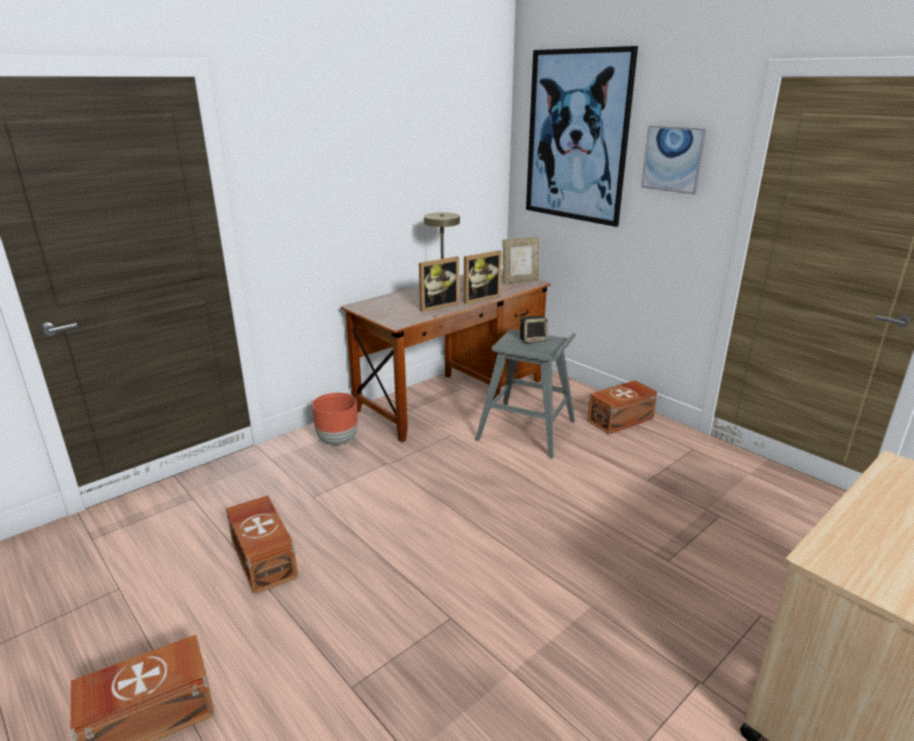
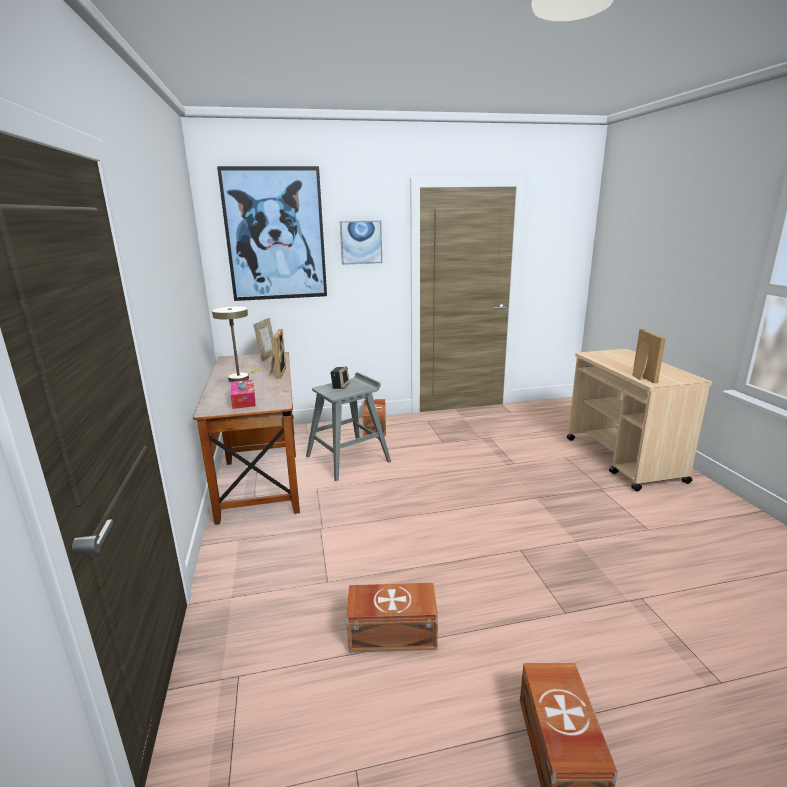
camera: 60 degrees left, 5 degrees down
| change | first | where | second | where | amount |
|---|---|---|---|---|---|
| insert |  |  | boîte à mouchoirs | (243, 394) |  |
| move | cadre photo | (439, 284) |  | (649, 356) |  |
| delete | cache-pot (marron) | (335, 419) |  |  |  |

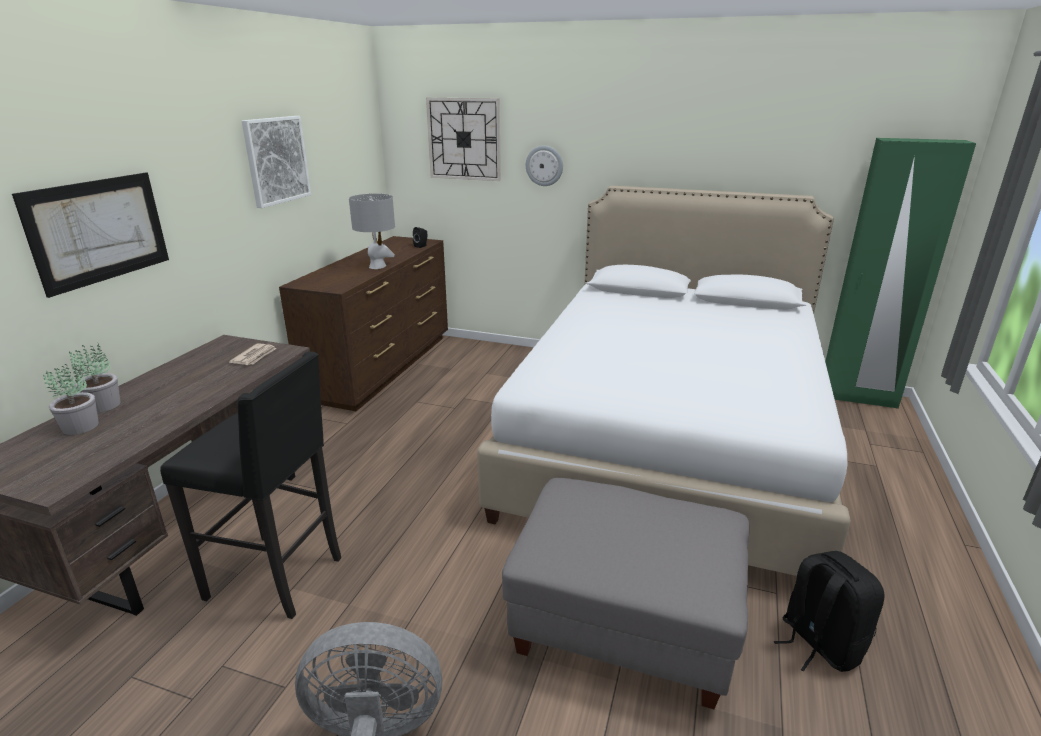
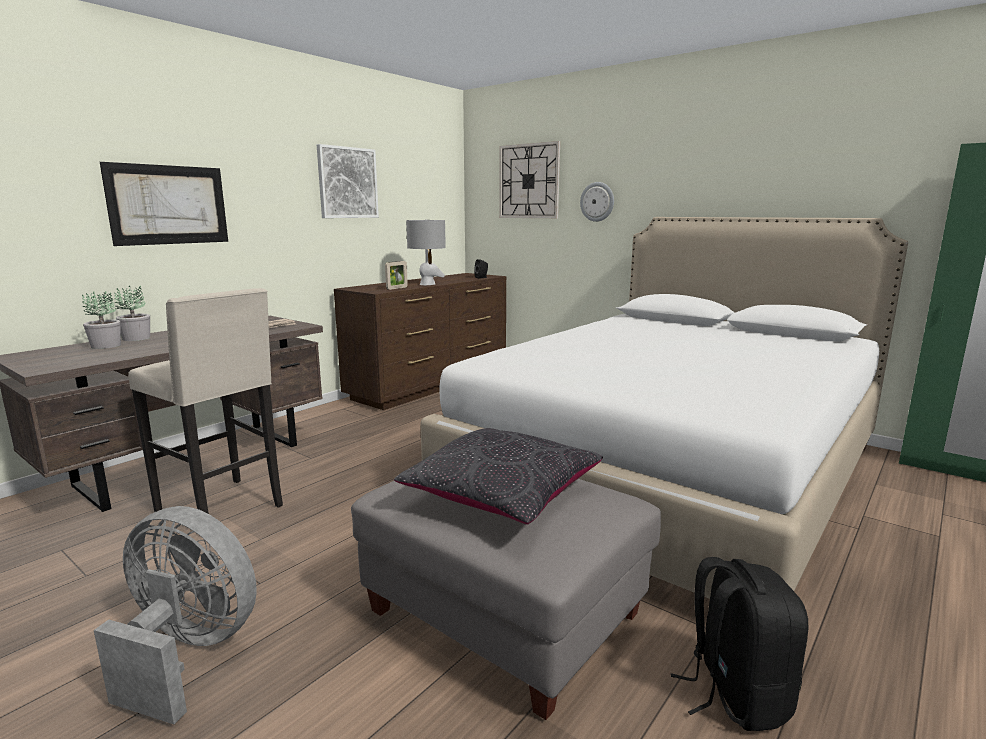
camera: 20 degrees right, 10 degrees down
| change | first | where | second | where | amount |
|---|---|---|---|---|---|
| recolor | tabouret (noir) | (250, 485) | tabouret (beige) | (205, 401) |  |
| insert |  |  | cadre photo | (396, 275) |  |
| insert |  |  | coussin (noir) | (498, 476) |  |

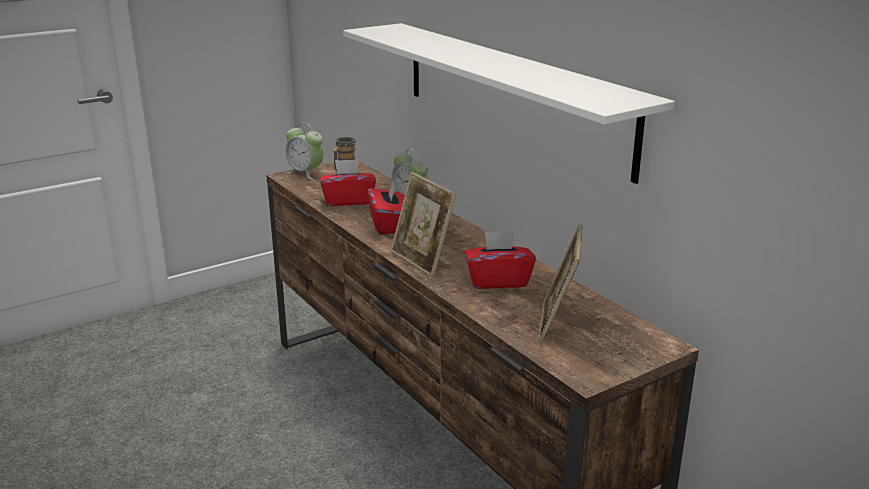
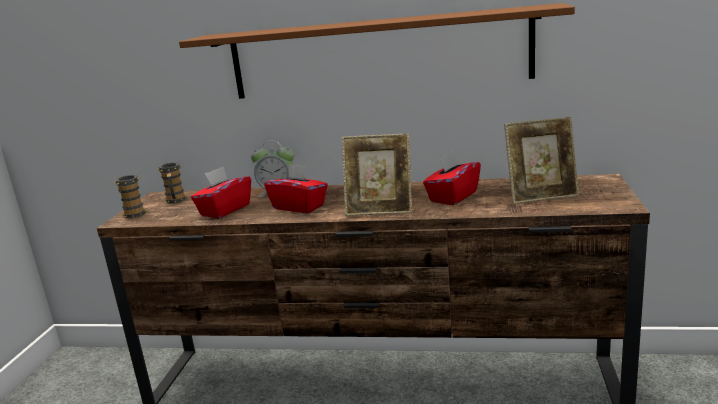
camera: 45 degrees left, 5 degrees down
| change | first | where | second | where | amount |
|---|---|---|---|---|---|
| replace | réveil | (304, 151) | mug | (130, 196) |  |
| recolor | étagère (blanc) | (509, 103) | étagère (marron) | (377, 51) |  |
| rotate | cadre photo | (559, 283) |  | (541, 160) | 60 degrees counterclockwise |

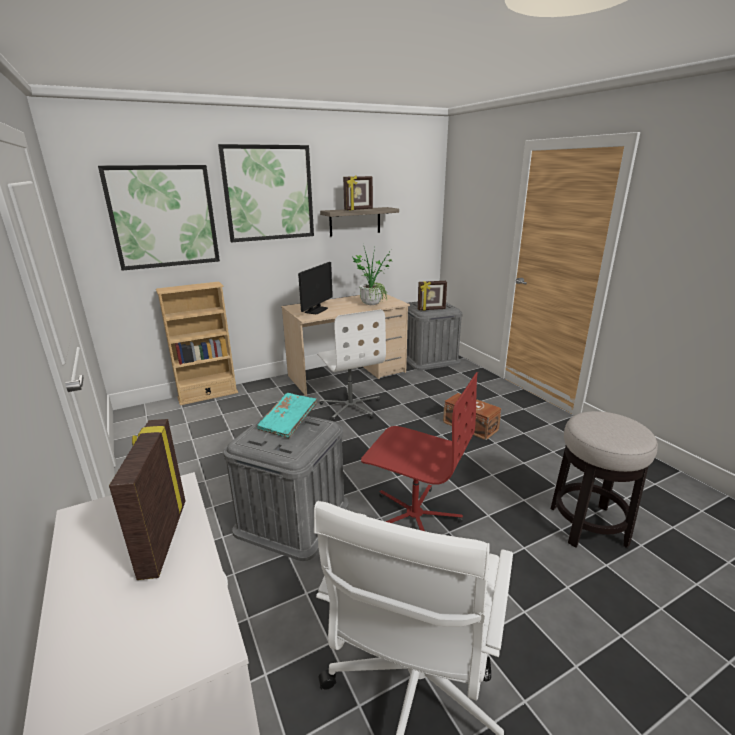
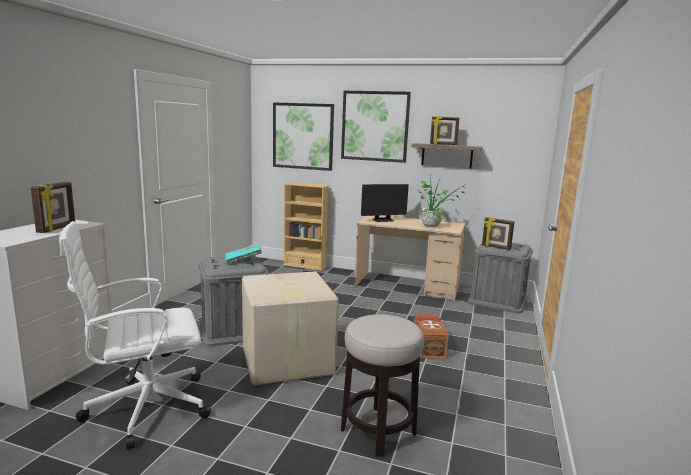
camera: 45 degrees right, 10 degrees down
| change | first | where | second | where | amount |
|---|---|---|---|---|---|
| rotate | cadre photo | (147, 499) |  | (53, 207) | 150 degrees clockwise |
| replace | chaise de bureau (rouge) | (419, 451) | carton | (290, 328) |  |
| delete | chaise de bureau (blanc) | (351, 365) |  |  |  |

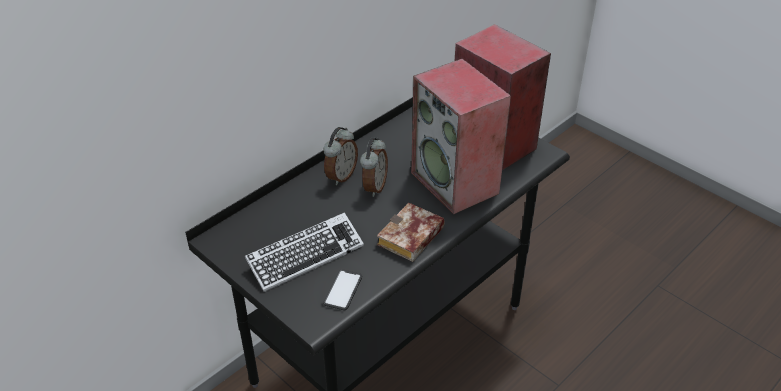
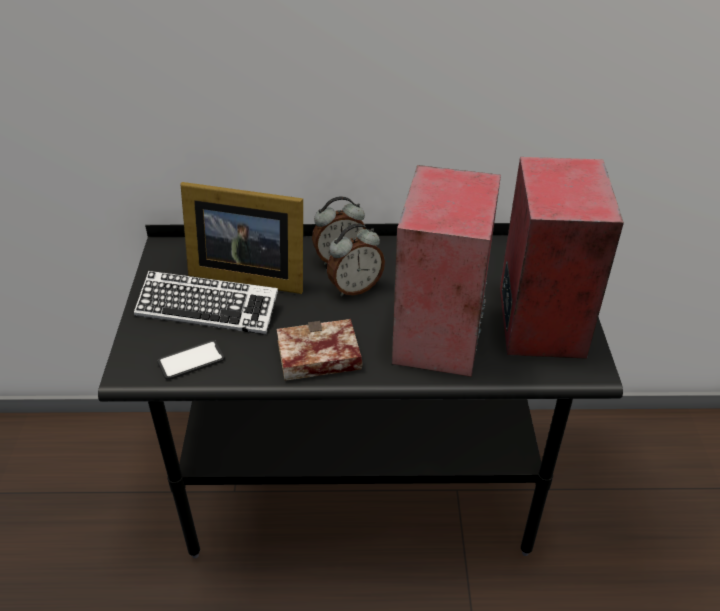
camera: 45 degrees right, 0 degrees up
| change | first | where | second | where | amount |
|---|---|---|---|---|---|
| insert |  |  | cadre photo | (241, 238) |  |

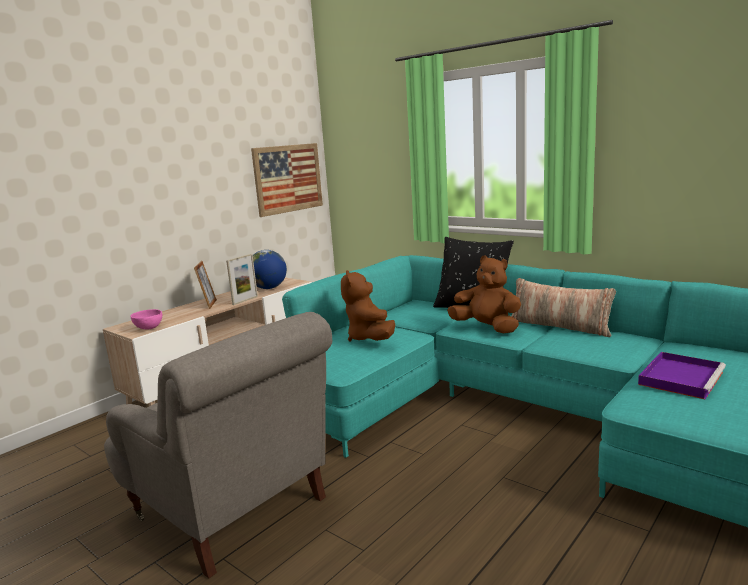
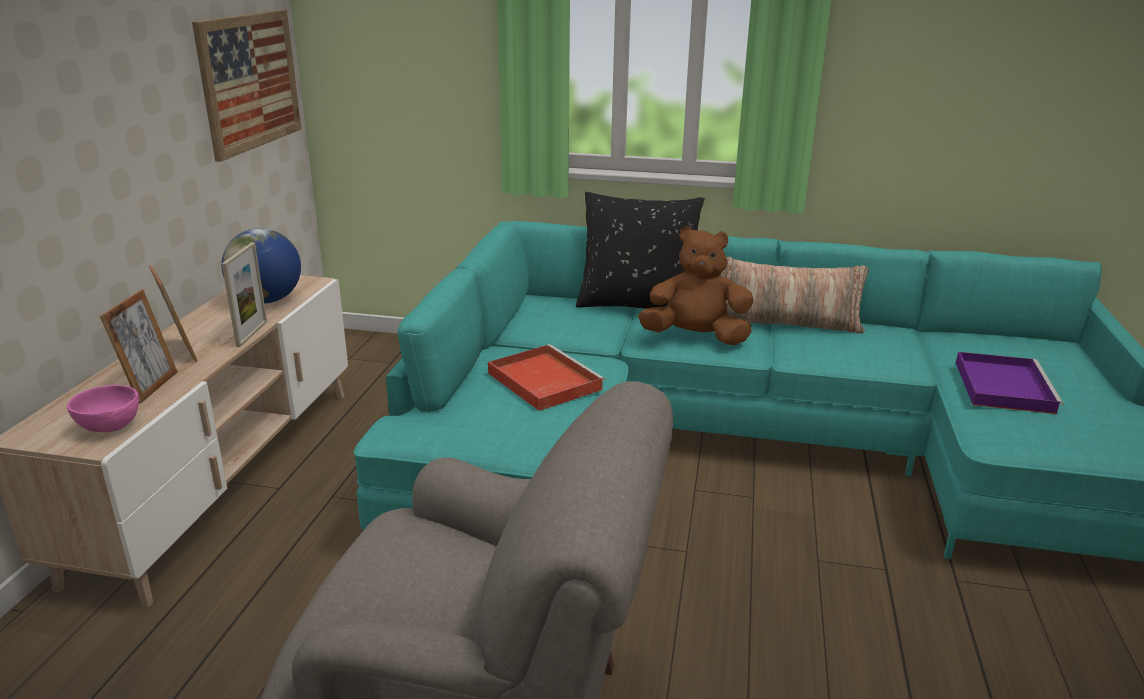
camera: 30 degrees left, 10 degrees up
| change | first | where | second | where | amount |
|---|---|---|---|---|---|
| insert |  |  | cadre photo | (138, 346) |  |
| replace | peluche (marron) | (368, 306) | plateau (rouge) | (546, 377) |  |

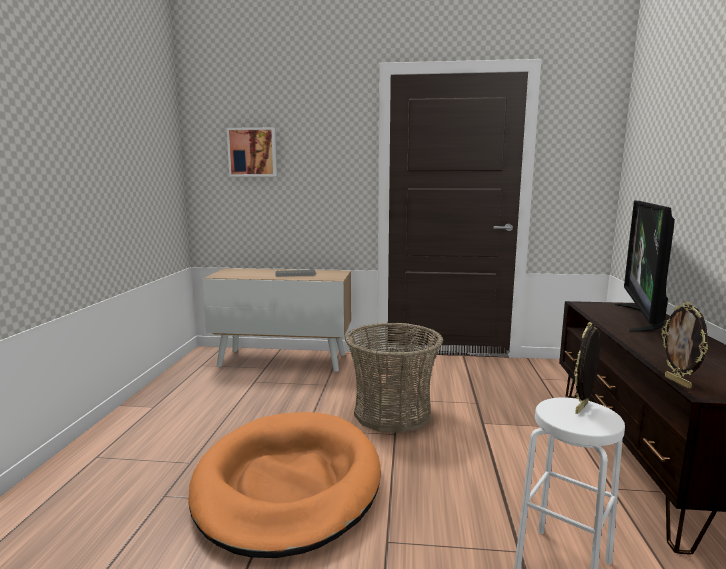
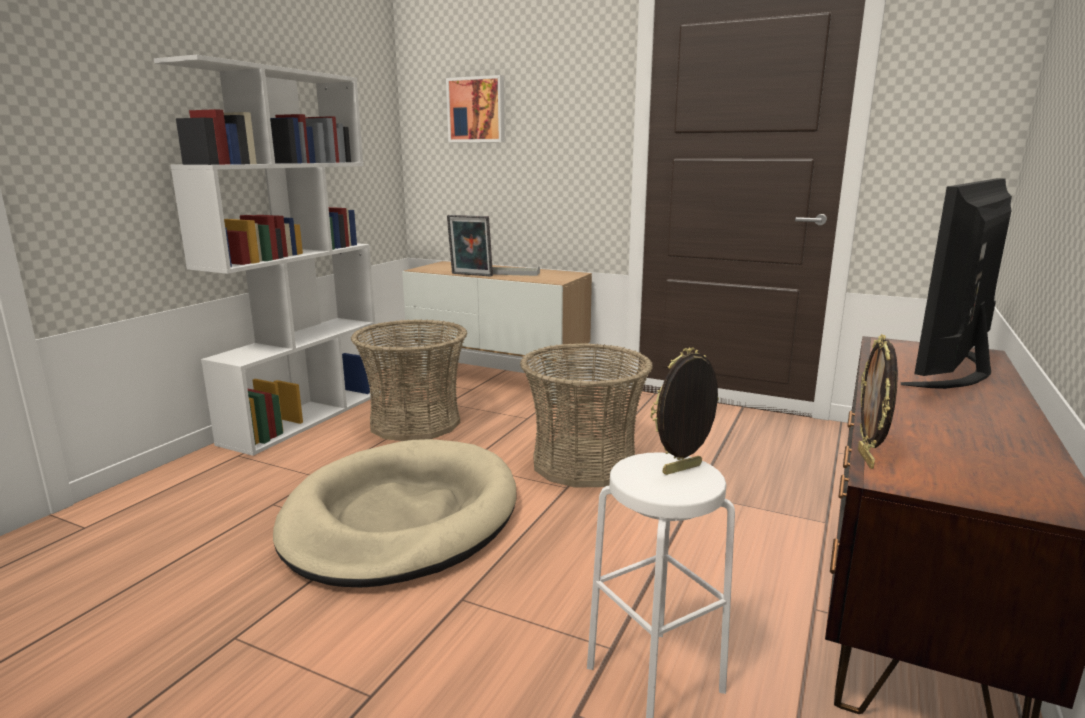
camera: 20 degrees right, 5 degrees up
| change | first | where | second | where | amount |
|---|---|---|---|---|---|
| insert |  |  | bibliothèque (blanc) | (267, 255) |  |
| recolor | panier pour chien (orange) | (284, 485) | panier pour chien (beige) | (395, 513) |  |
| insert |  |  | panier | (409, 380) |  |
| insert |  |  | cadre photo | (470, 245) |  |

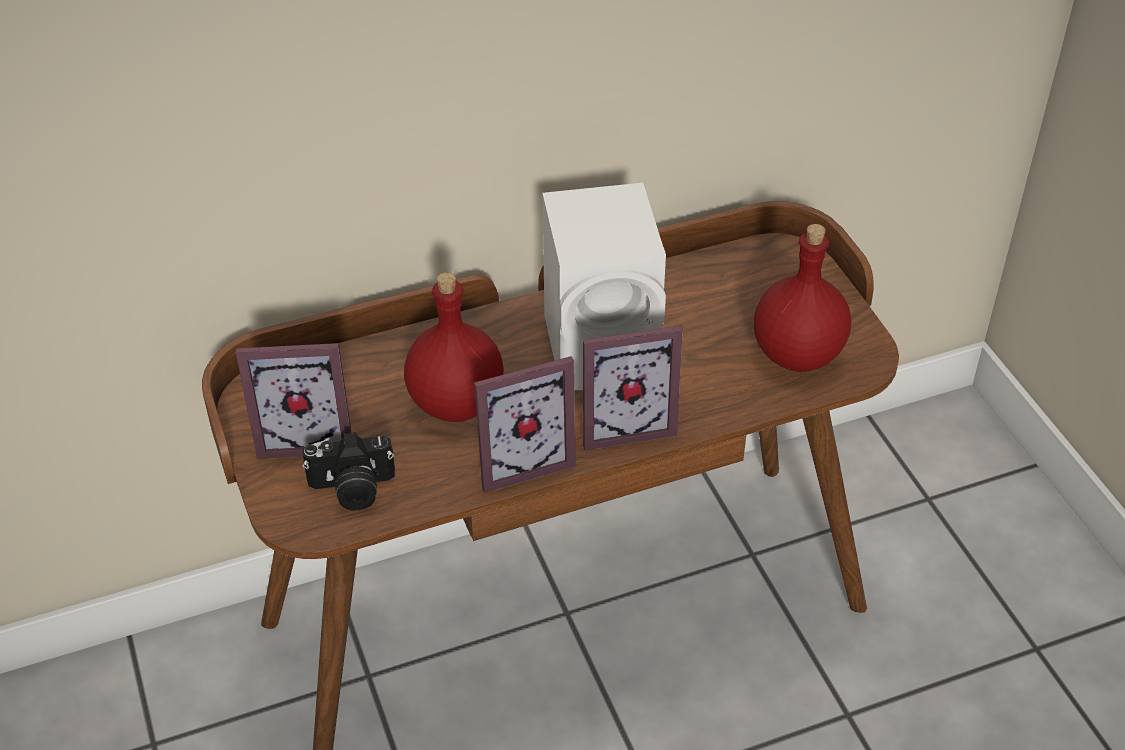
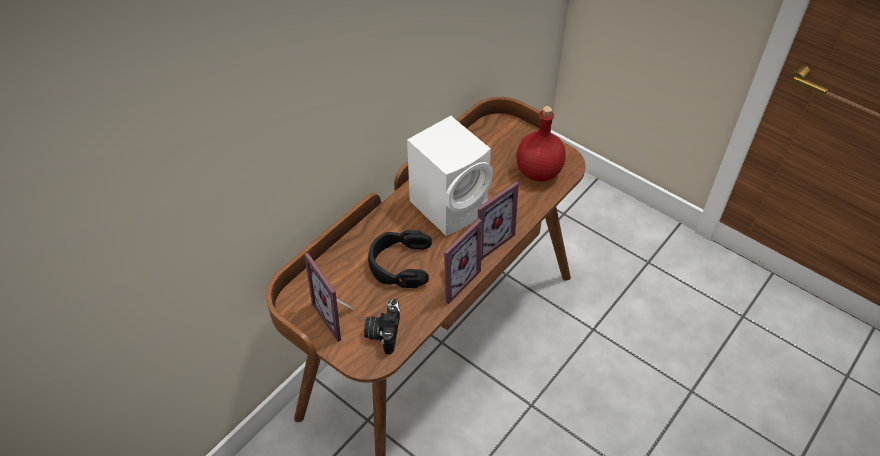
camera: 30 degrees left, 5 degrees up
| change | first | where | second | where | amount |
|---|---|---|---|---|---|
| rotate | cadre photo | (294, 401) |  | (329, 297) | 90 degrees clockwise |
| rotate | appareil photo | (348, 471) |  | (382, 326) | 135 degrees clockwise |
| replace | bouteille (rouge) | (454, 347) | casque audio (noir) | (400, 259) |  |

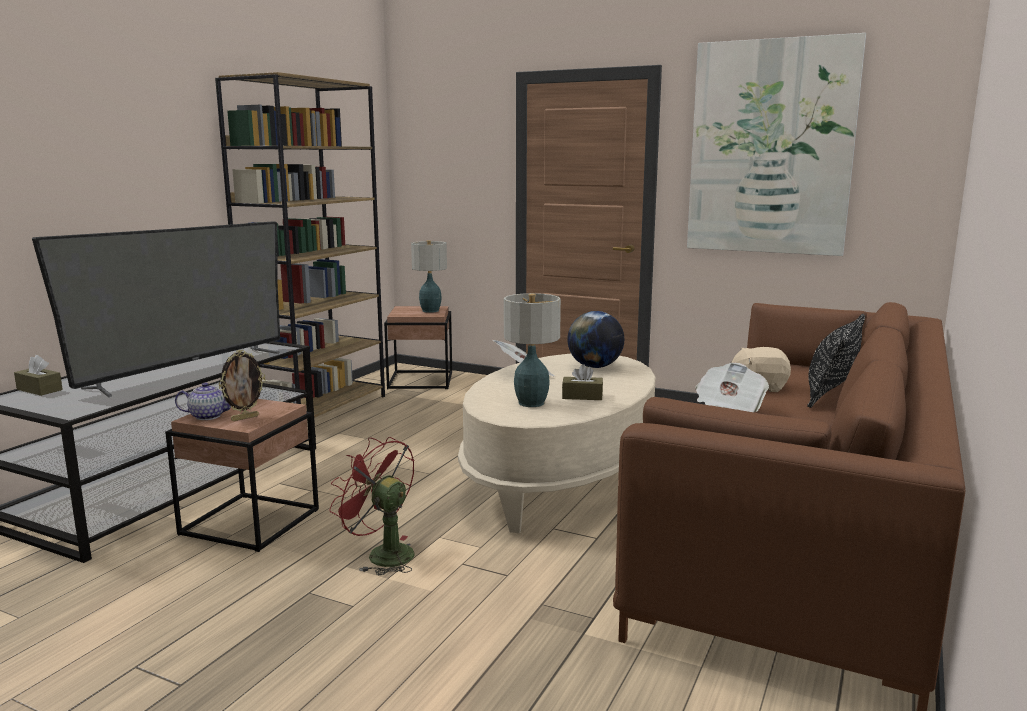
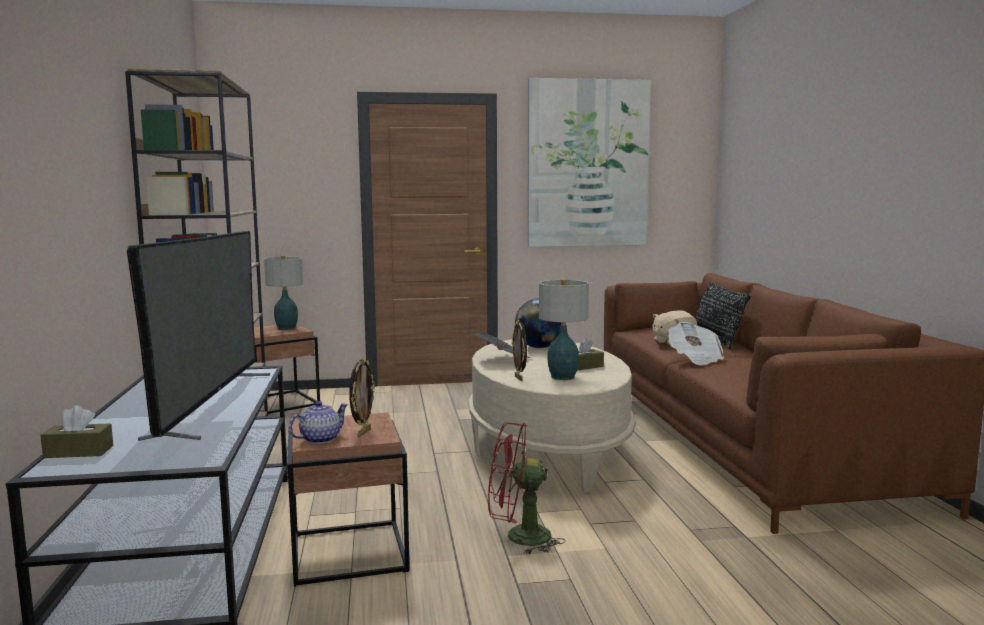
camera: 35 degrees left, 5 degrees down
| change | first | where | second | where | amount |
|---|---|---|---|---|---|
| insert |  |  | cadre photo | (519, 350) |  |

